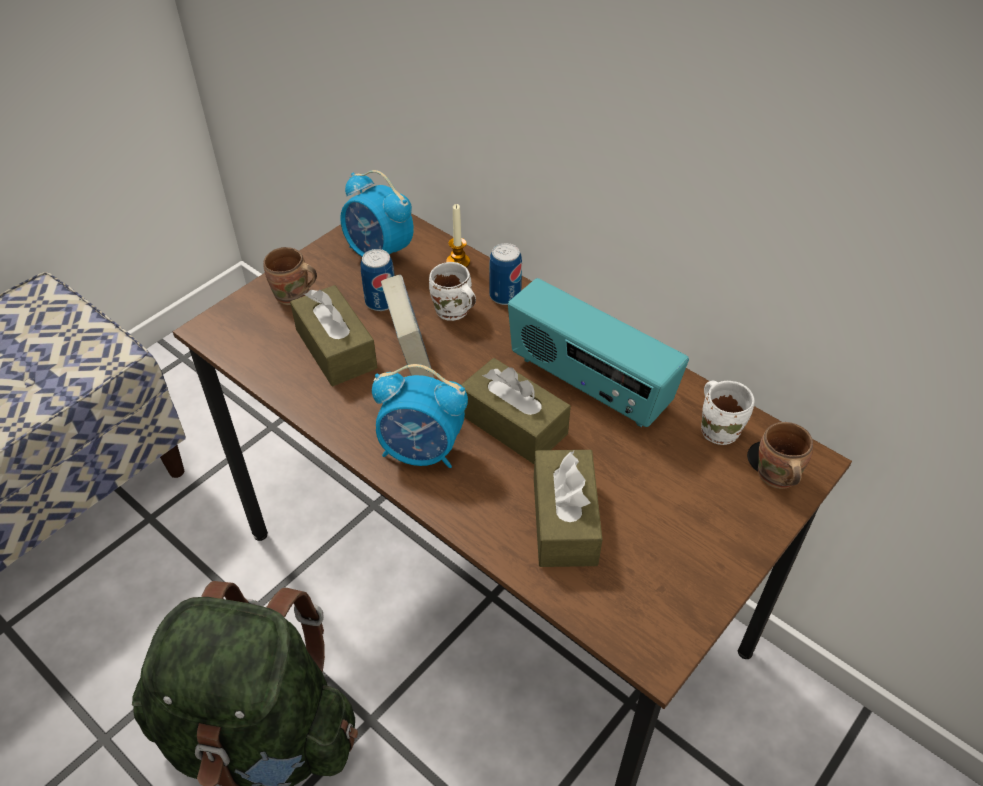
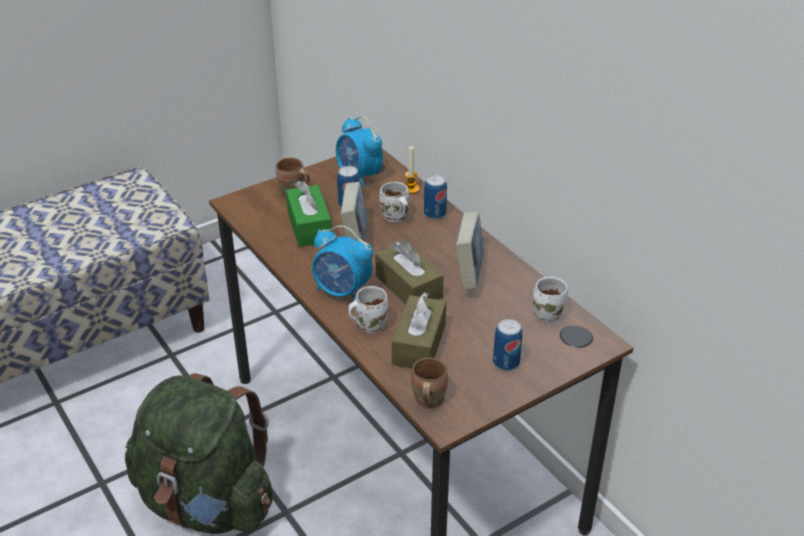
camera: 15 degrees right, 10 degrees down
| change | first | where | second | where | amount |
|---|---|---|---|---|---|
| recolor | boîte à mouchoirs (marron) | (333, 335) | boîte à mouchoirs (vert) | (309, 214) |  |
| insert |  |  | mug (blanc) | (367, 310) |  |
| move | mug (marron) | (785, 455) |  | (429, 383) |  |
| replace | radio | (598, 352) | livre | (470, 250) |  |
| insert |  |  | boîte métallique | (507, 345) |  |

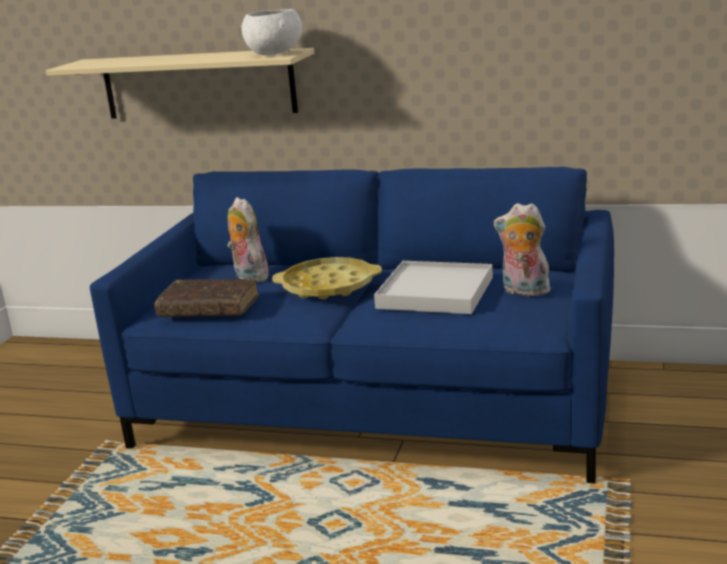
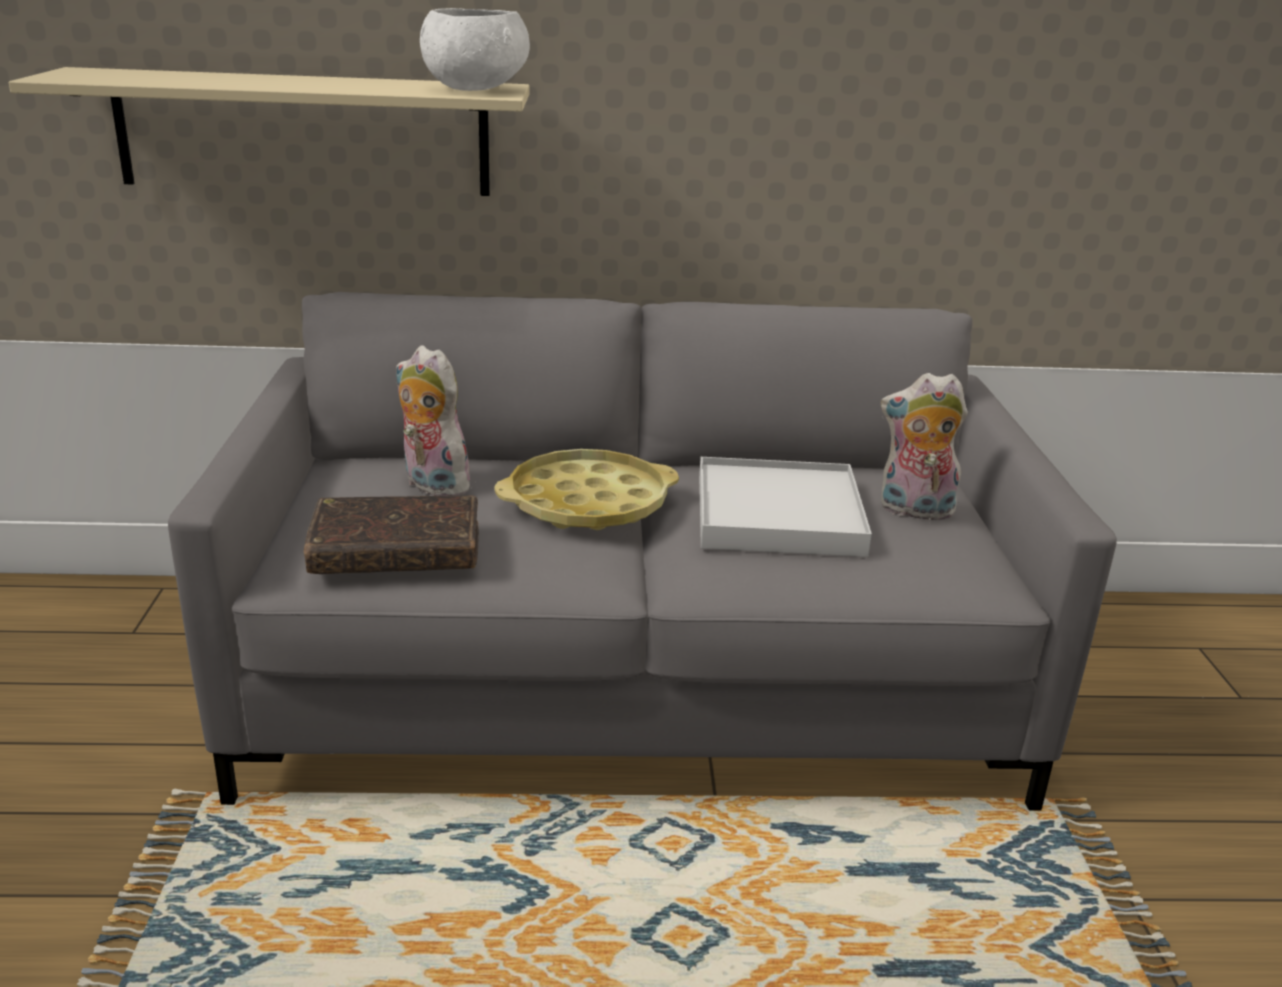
camera: 20 degrees left, 5 degrees up
| change | first | where | second | where | amount |
|---|---|---|---|---|---|
| recolor | canapé (bleu) | (352, 325) | canapé (gris) | (642, 551) |  |

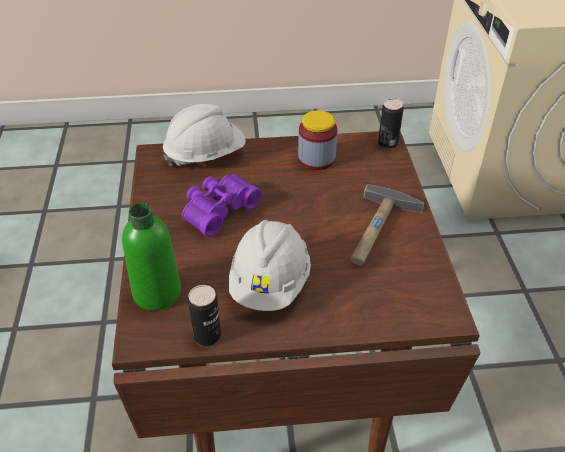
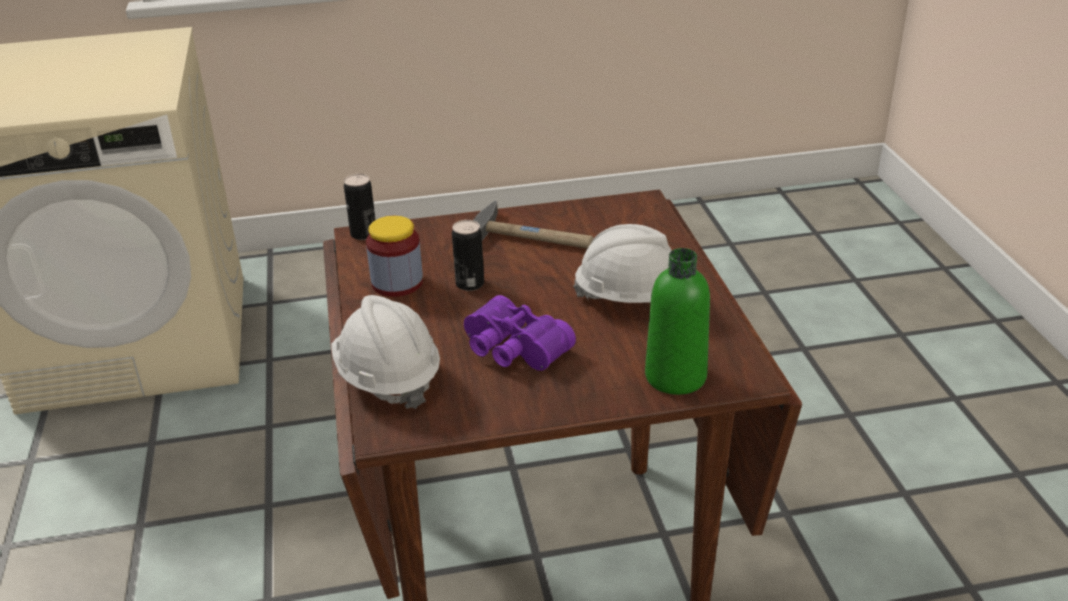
camera: 95 degrees left, 10 degrees down
| change | first | where | second | where | amount |
|---|---|---|---|---|---|
| move | boîte métallique | (204, 315) |  | (468, 255) |  |

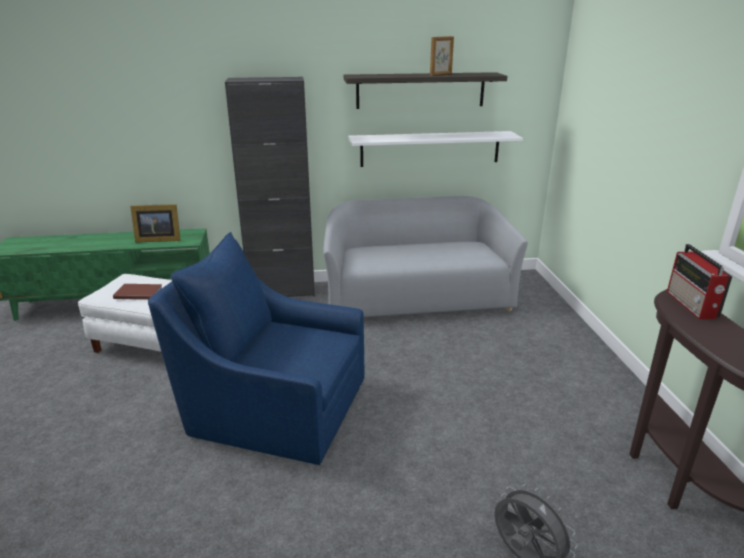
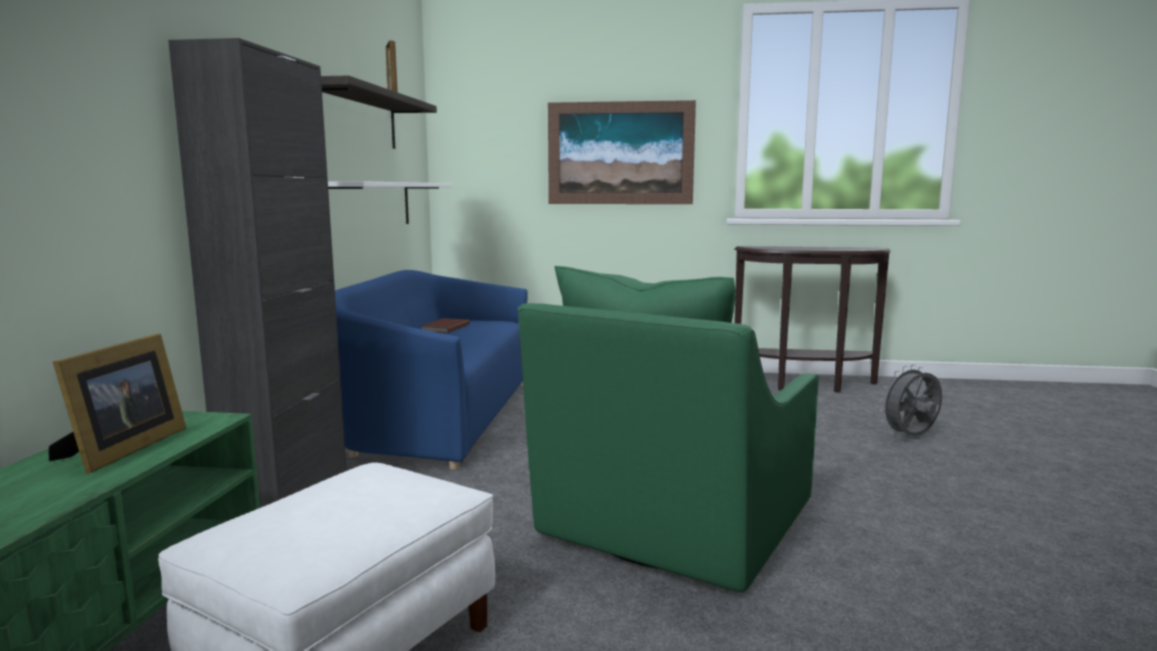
camera: 75 degrees left, 15 degrees down
| change | first | where | second | where | amount |
|---|---|---|---|---|---|
| recolor | canapé (gris) | (425, 256) | canapé (bleu) | (431, 370) |  |
| move | livre (marron) | (137, 292) |  | (445, 325) |  |
| recolor | fauteuil (bleu) | (256, 348) | fauteuil (vert) | (668, 429) |  |
| insert |  |  | tableau | (622, 152) |  |
| delete | radio | (700, 281) |  |  |  |

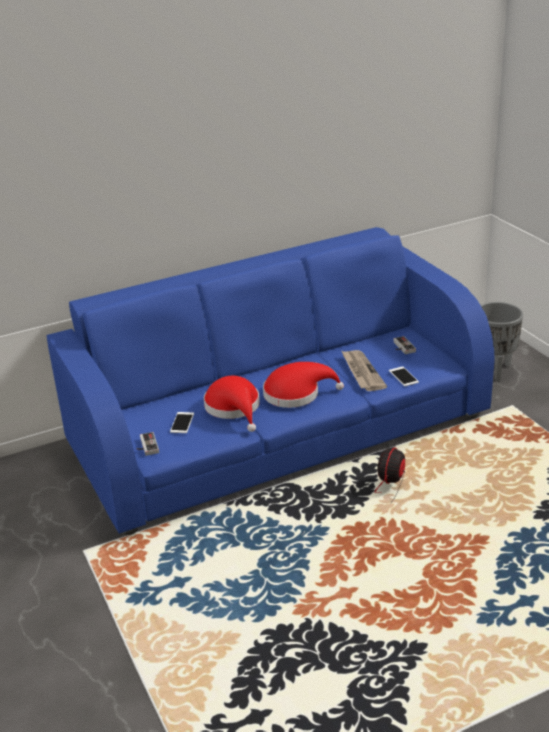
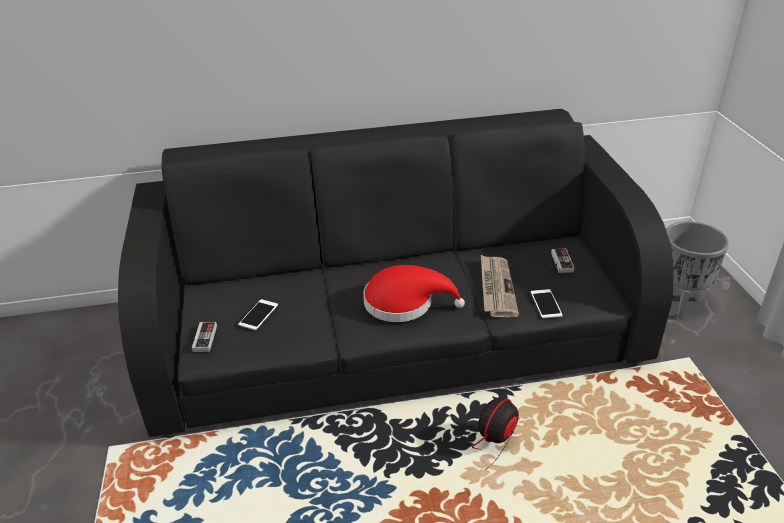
camera: 15 degrees right, 5 degrees up
| change | first | where | second | where | amount |
|---|---|---|---|---|---|
| recolor | canapé (bleu) | (270, 381) | canapé (noir) | (396, 273) |  |
| delete | chapeau (rouge) | (232, 404) |  |  |  |

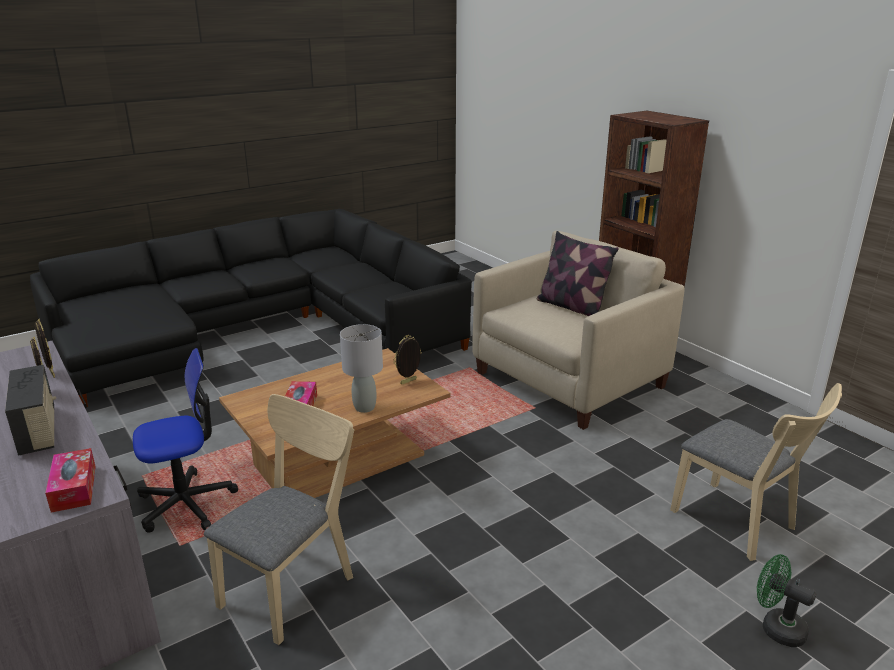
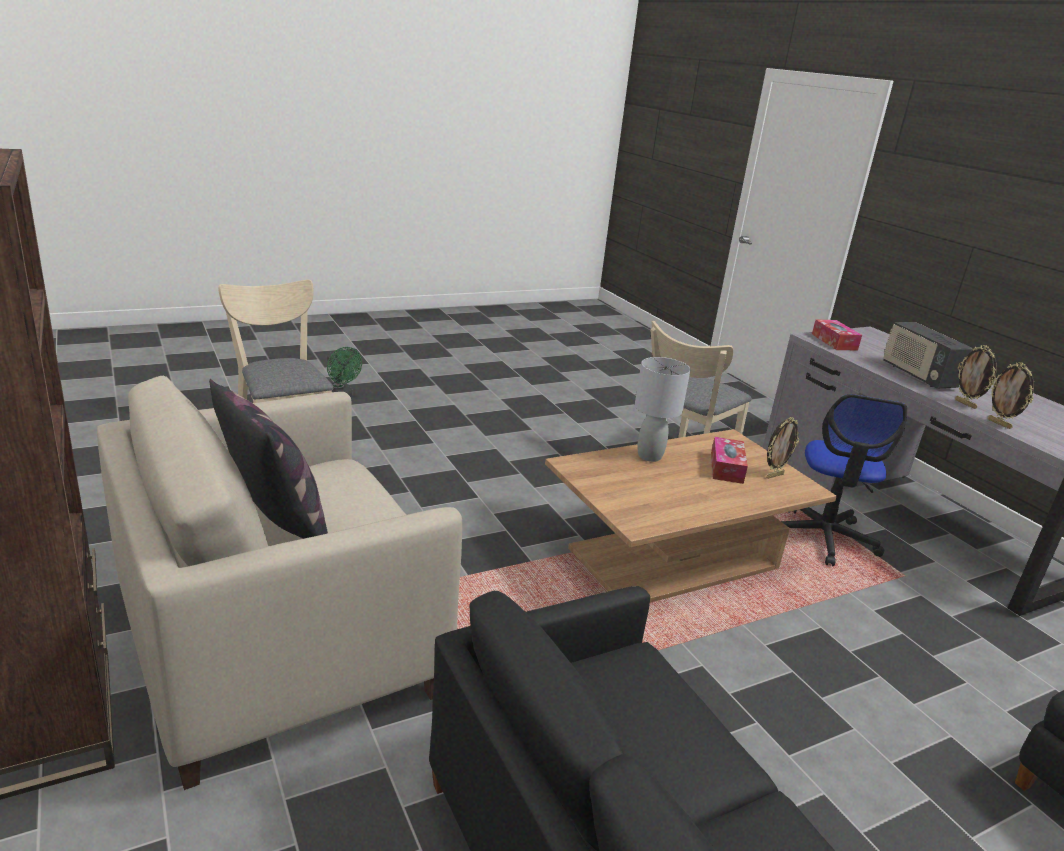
camera: 175 degrees left, 0 degrees up
| change | first | where | second | where | amount |
|---|---|---|---|---|---|
| move | cadre photo | (407, 359) |  | (782, 448) |  |
| rotate | chaise de bureau | (185, 440) |  | (844, 480) | 60 degrees counterclockwise |

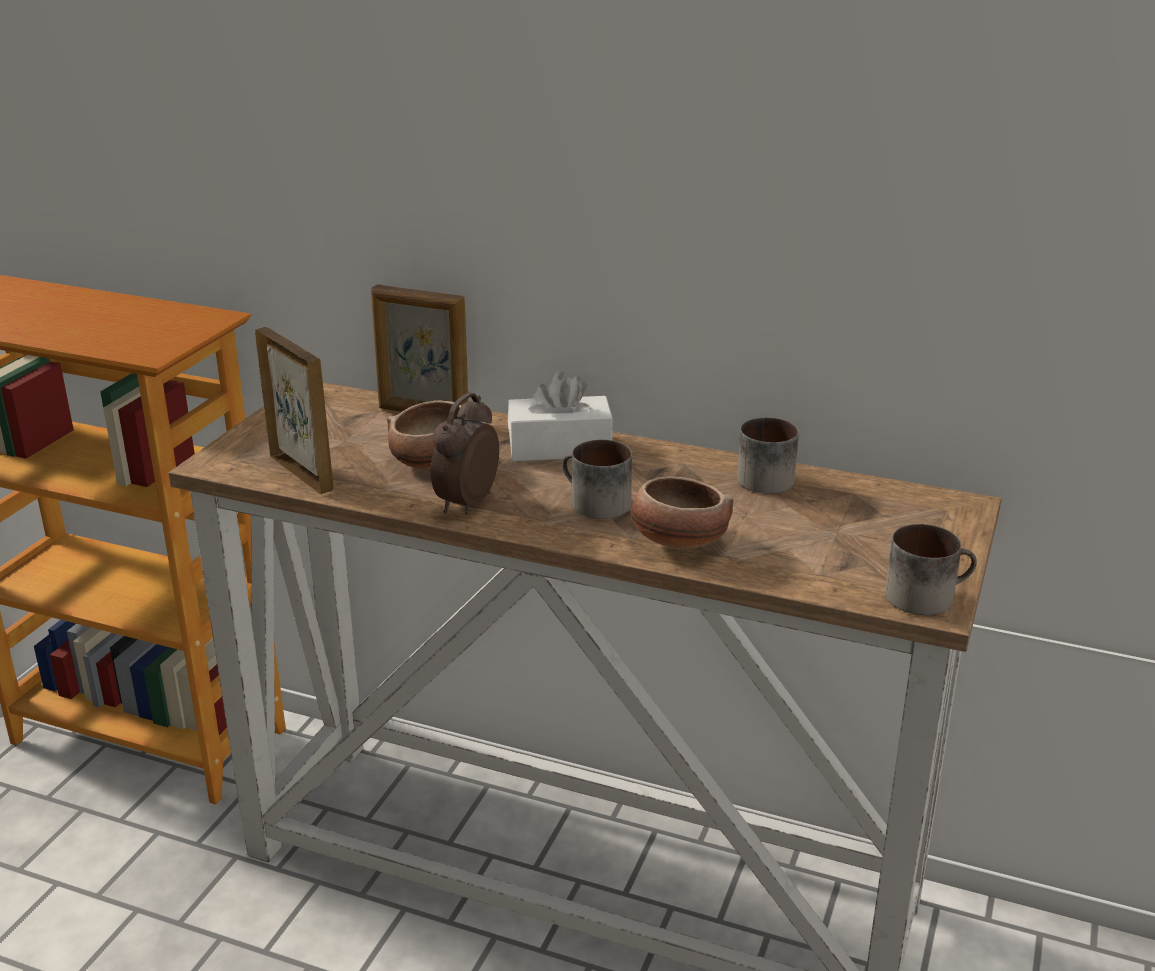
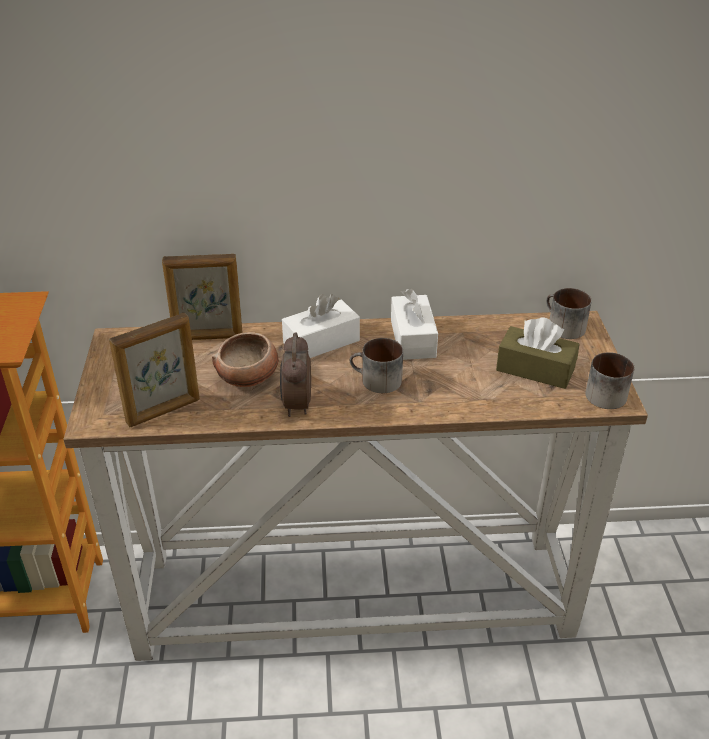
camera: 25 degrees left, 10 degrees up
| change | first | where | second | where | amount |
|---|---|---|---|---|---|
| rotate | cadre photo | (294, 410) |  | (154, 370) | 120 degrees clockwise |
| insert |  |  | boîte à mouchoirs (blanc) | (414, 324) |  |
| insert |  |  | boîte à mouchoirs (marron) | (538, 353) |  |
| move | mug | (768, 455) |  | (569, 313) |  |
| delete | bol | (682, 512) |  |  |  |

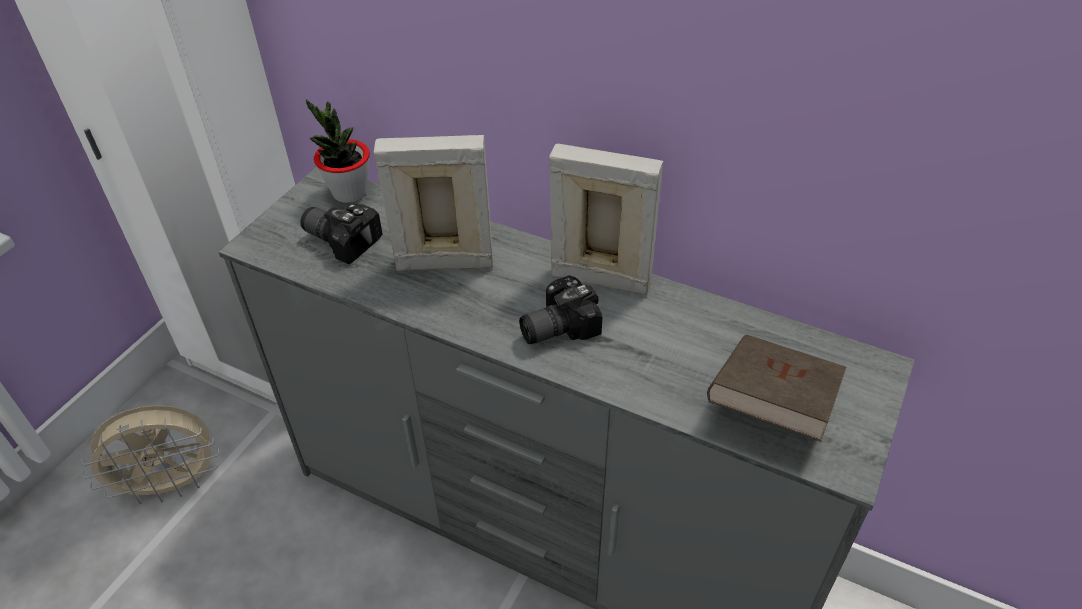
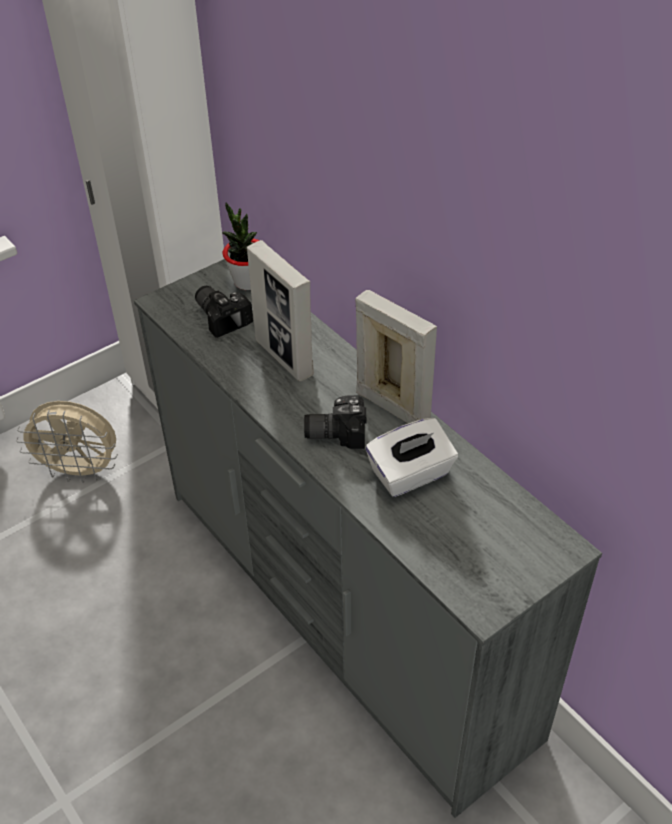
camera: 25 degrees right, 0 degrees up
| change | first | where | second | where | amount |
|---|---|---|---|---|---|
| rotate | cadre photo | (433, 203) |  | (280, 310) | 150 degrees counterclockwise |
| insert |  |  | boîte à mouchoirs (blanc) | (412, 457) |  |
| delete | livre (marron) | (776, 388) |  |  |  |

